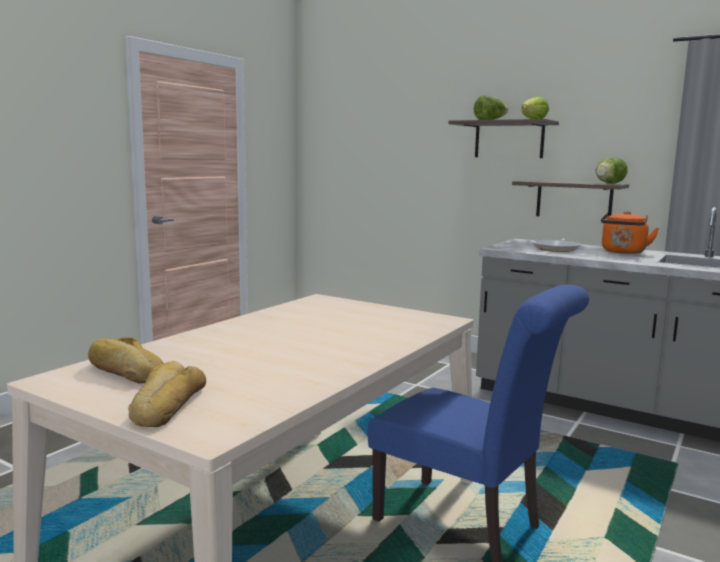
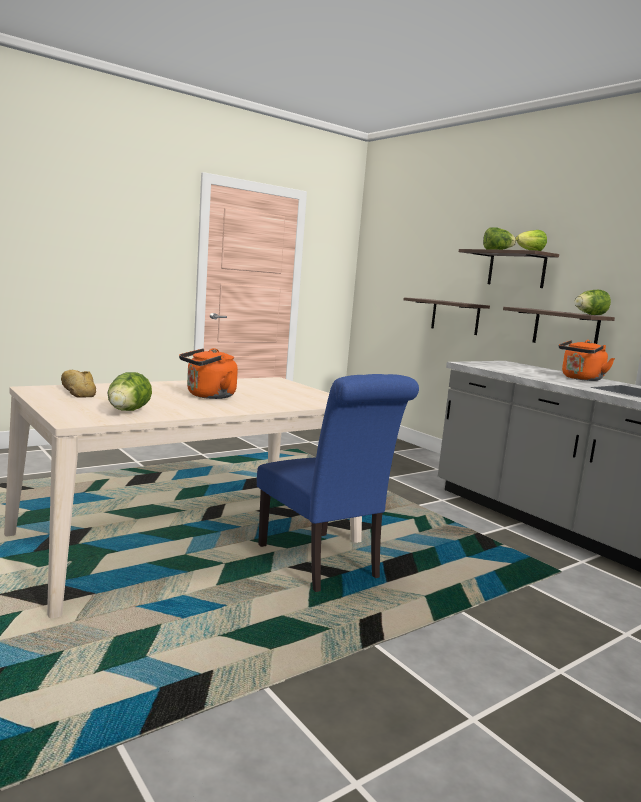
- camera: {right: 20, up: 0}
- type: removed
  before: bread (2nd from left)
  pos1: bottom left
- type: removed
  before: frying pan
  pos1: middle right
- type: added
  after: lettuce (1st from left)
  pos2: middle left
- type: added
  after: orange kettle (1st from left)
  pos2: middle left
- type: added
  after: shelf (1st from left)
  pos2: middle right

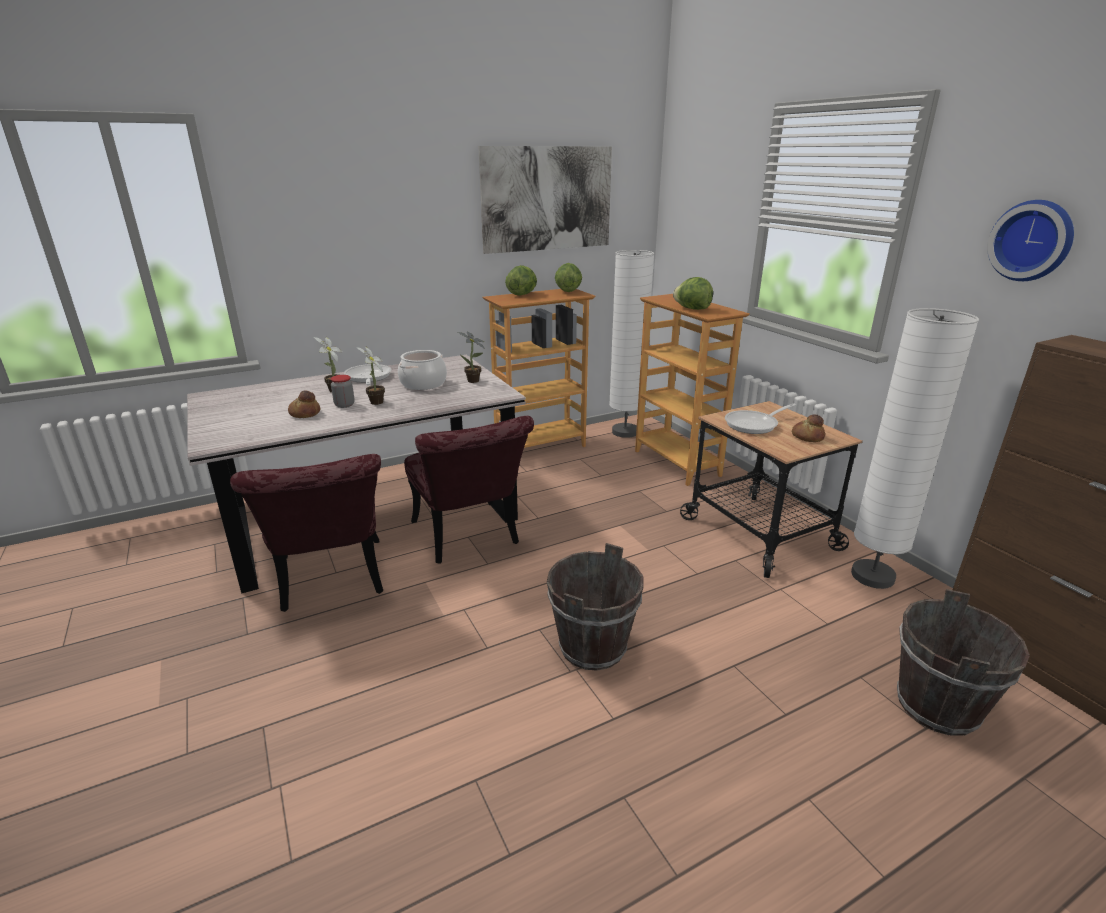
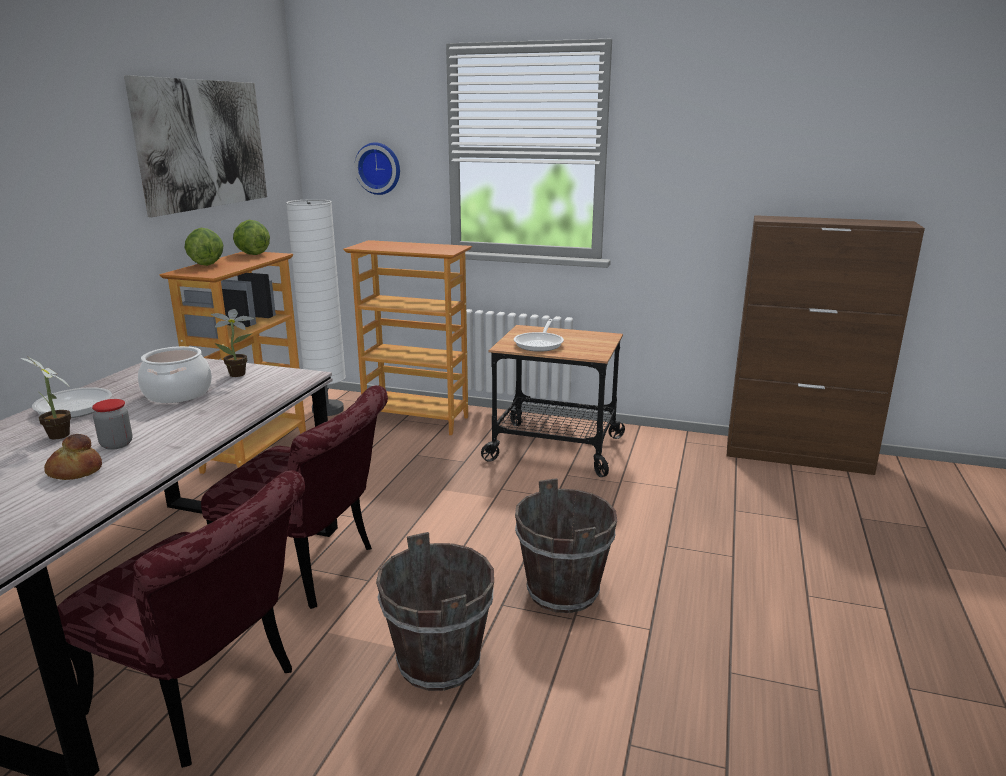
- camera: {right: -45, up: -5}
- type: removed
  before: potted plant (2nd from left)
  pos1: centre
- type: removed
  before: lettuce (3rd from left)
  pos1: top centre
- type: removed
  before: bread (2nd from left)
  pos1: middle right
- type: removed
  before: white floor lamp (2nd from left)
  pos1: middle right
- type: moved
  before: brown bucket (2nd from left in the first image)
  after: brown bucket (1st from left)
  pos1: bottom right
  pos2: bottom centre
- type: moved
  before: wall clock
  pos1: top right
  pos2: top centre

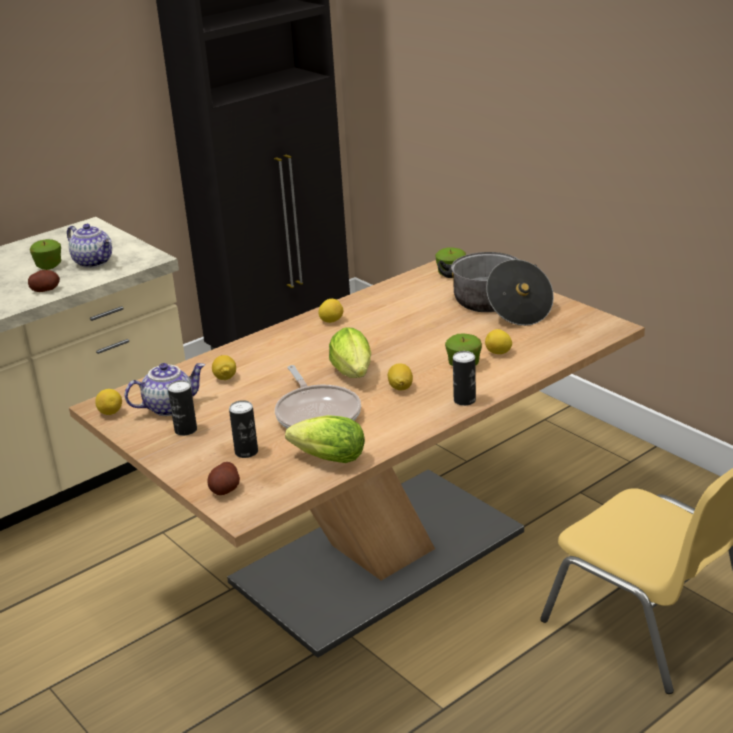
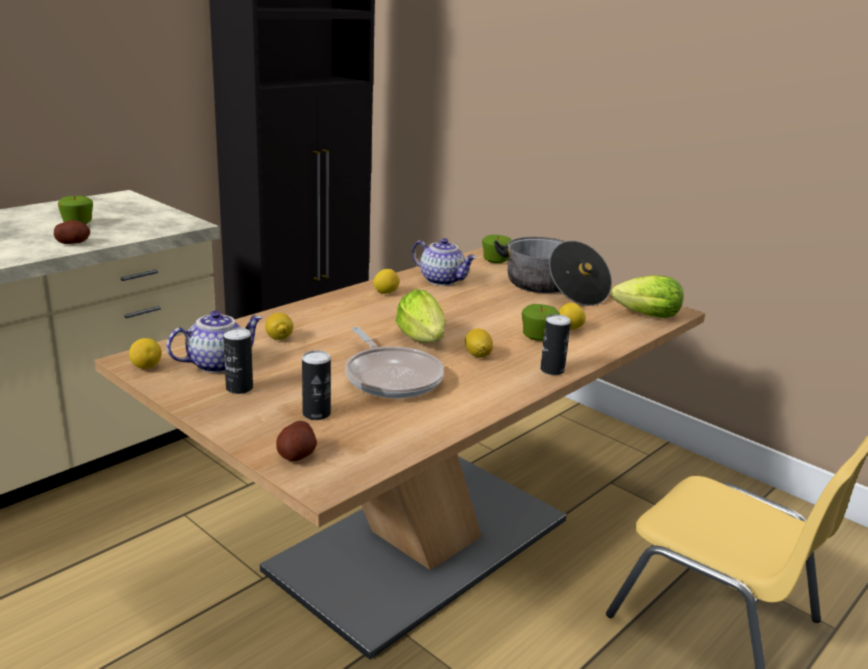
- camera: {right: -10, up: -5}
- type: moved
  before: teapot (1st from left in the first image)
  after: teapot (2nd from left)
  pos1: middle left
  pos2: centre
- type: moved
  before: lettuce (1st from left in the first image)
  after: lettuce (2nd from left)
  pos1: centre
  pos2: middle right

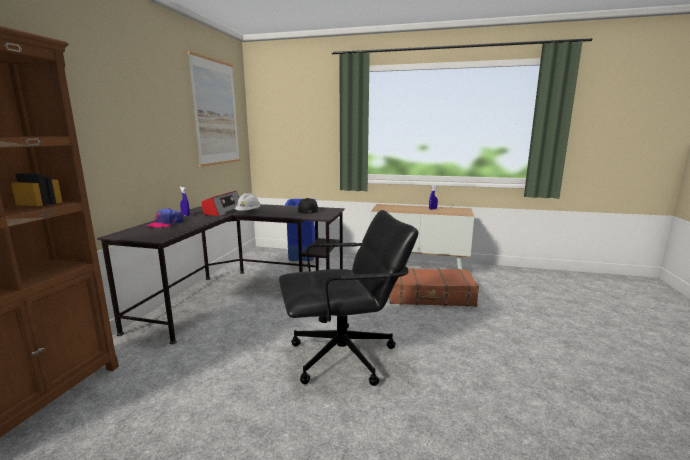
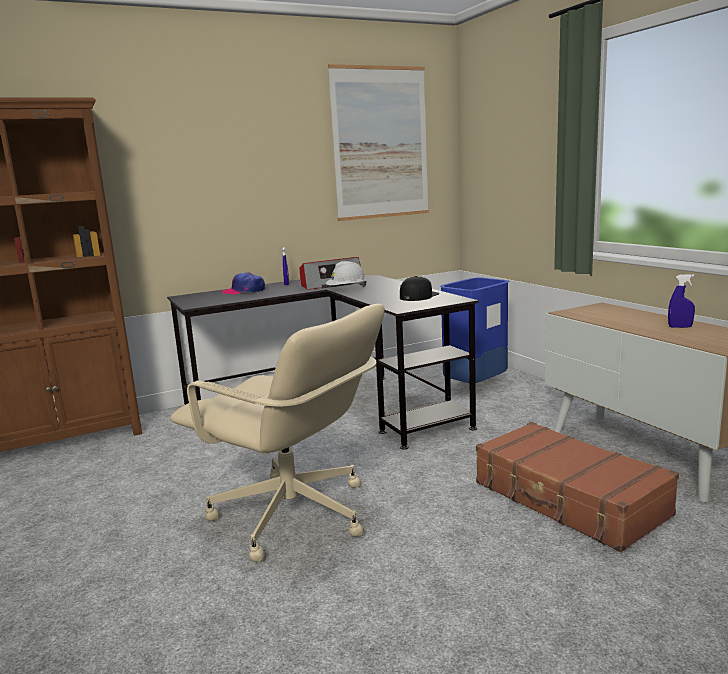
- camera: {right: 50, up: 0}
- type: recoloured
  before: black office chair
  after: beige office chair
  pos1: centre
  pos2: centre

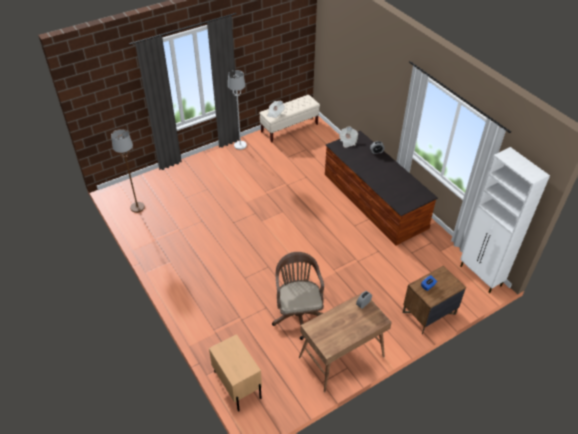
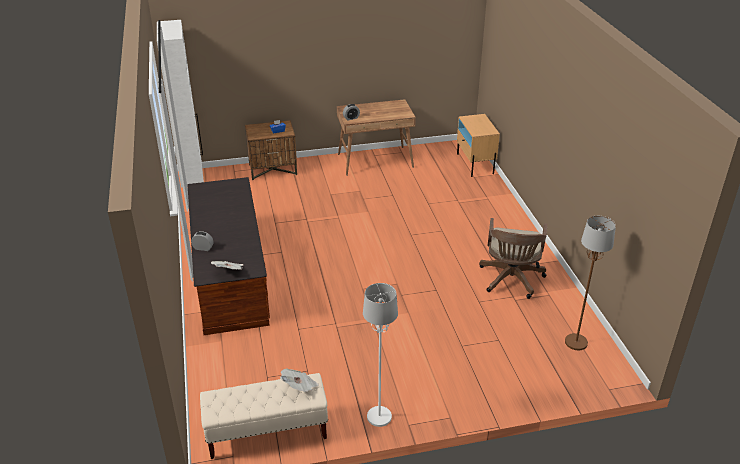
- camera: {right: -160, up: -10}
- type: moved
  before: brown office chair
  pos1: bottom centre
  pos2: middle right

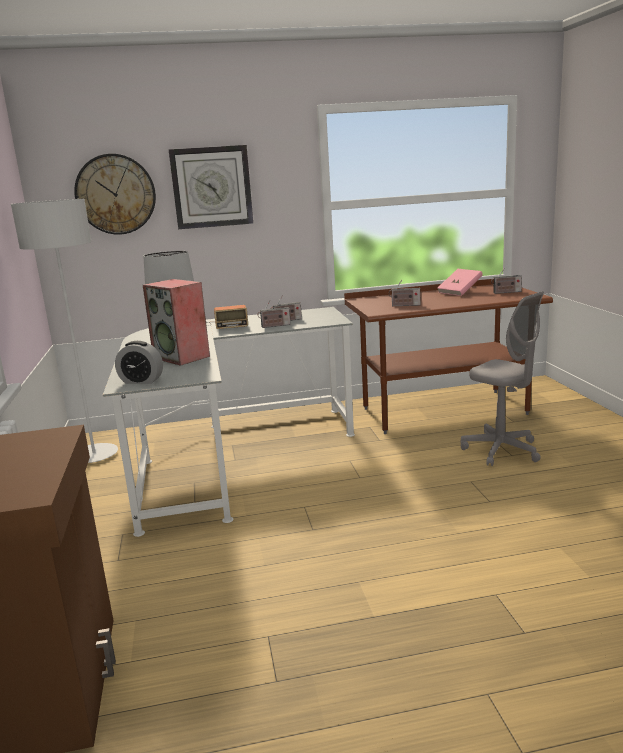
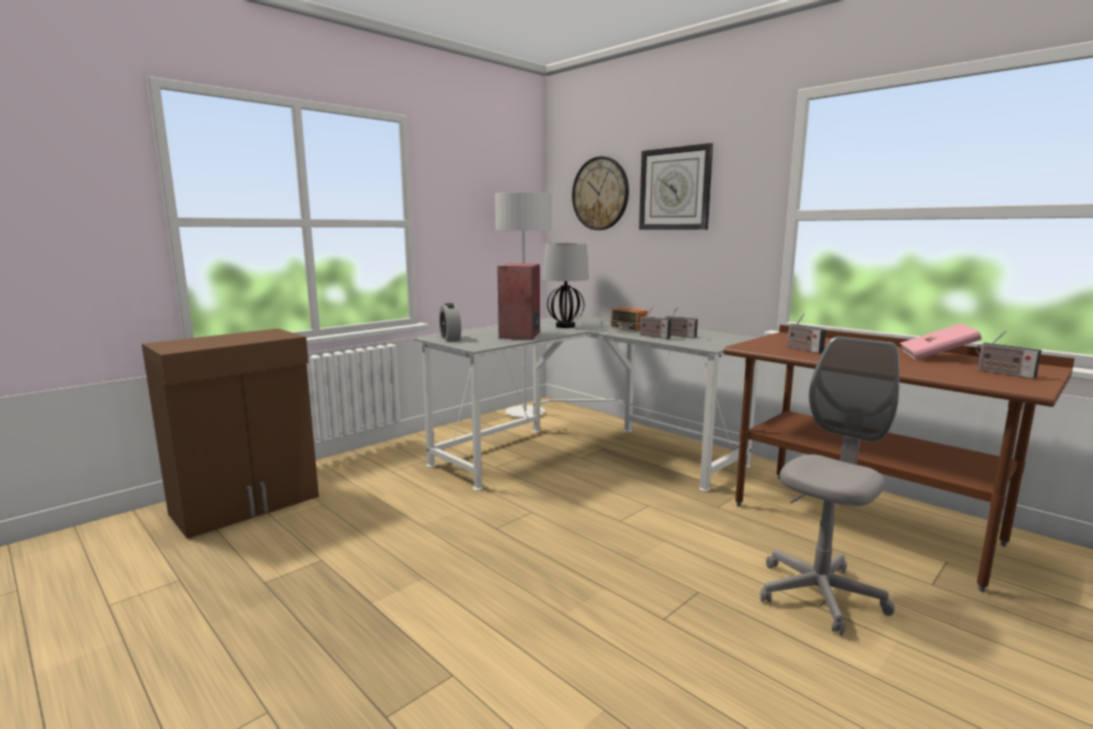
- camera: {right: 55, up: -5}
- type: turned
  before: grey office chair
  pos1: middle right
  pos2: middle right
  turn: -150

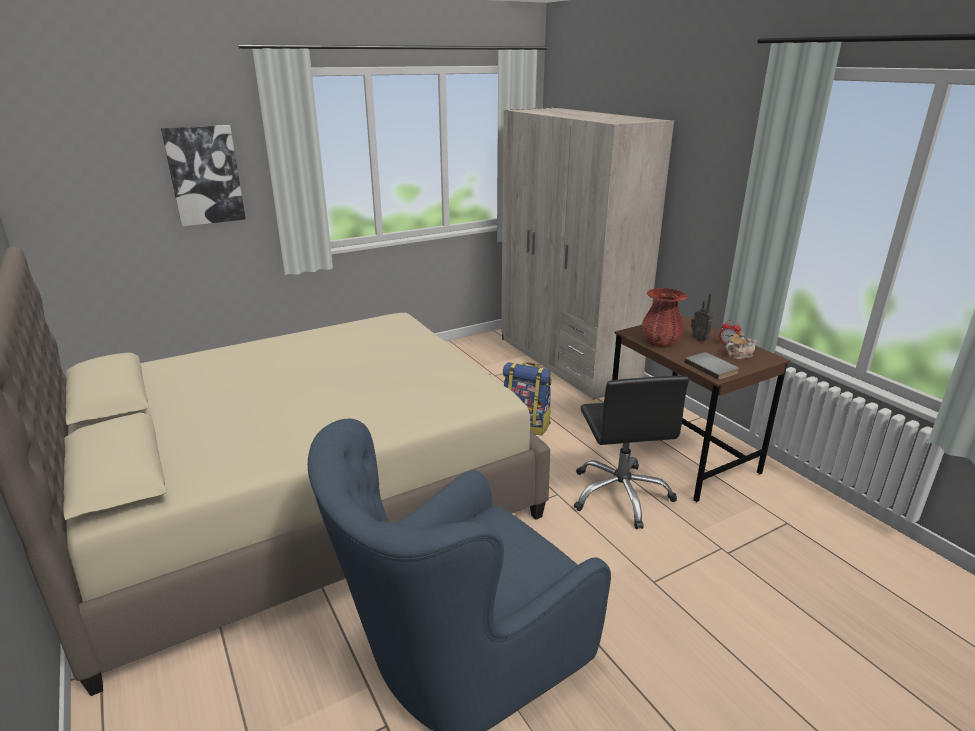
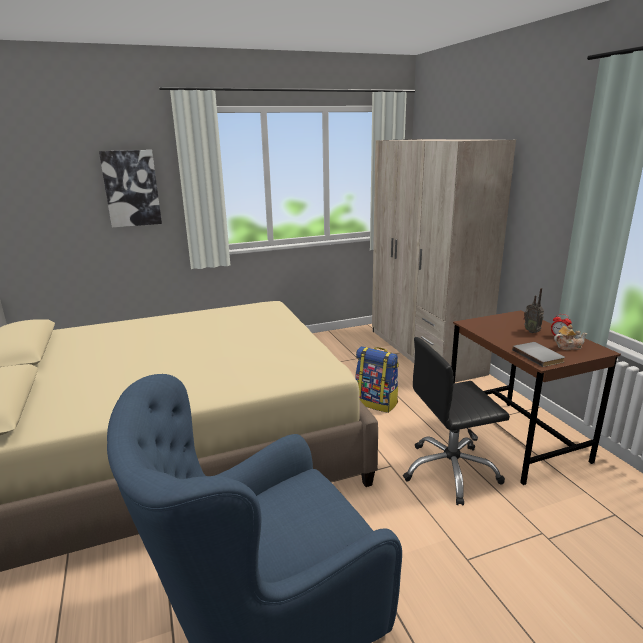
- camera: {right: 10, up: -5}
- type: turned
  before: black office chair
  pos1: centre
  pos2: middle right
  turn: 75
- type: removed
  before: red vase
  pos1: middle right

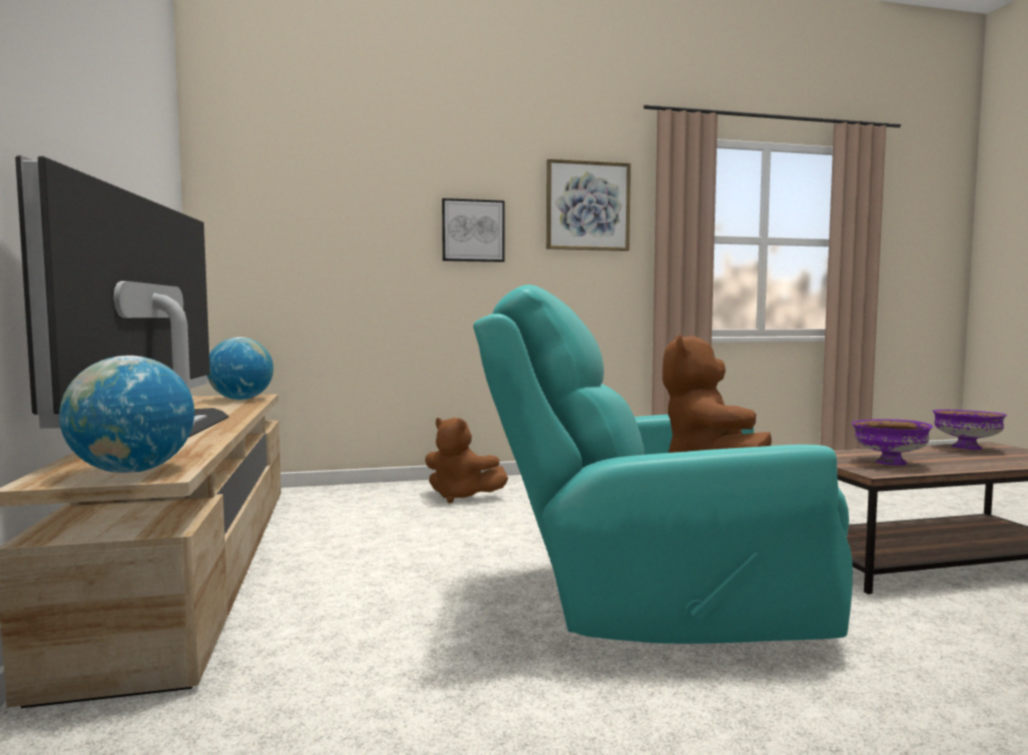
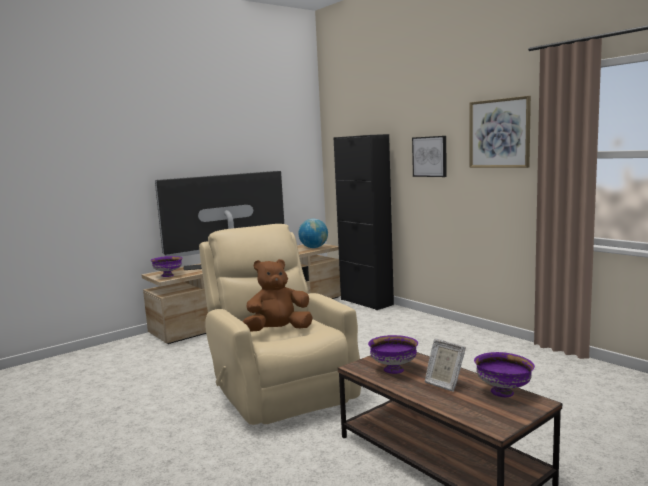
- camera: {right: 65, up: 5}
- type: replaced
  before: globe (1st from left)
  after: purple bowl (1st from left)
  pos1: middle left
  pos2: middle left
- type: removed
  before: brown plush toy (1st from left)
  pos1: centre
- type: recoloured
  before: turquoise armchair
  after: beige armchair
  pos1: centre
  pos2: bottom centre
- type: added
  after: black cabinet
  pos2: centre
- type: added
  after: picture frame
  pos2: bottom right

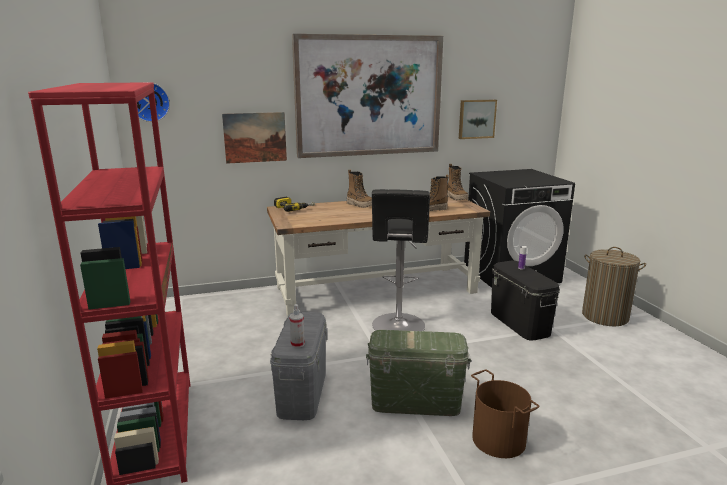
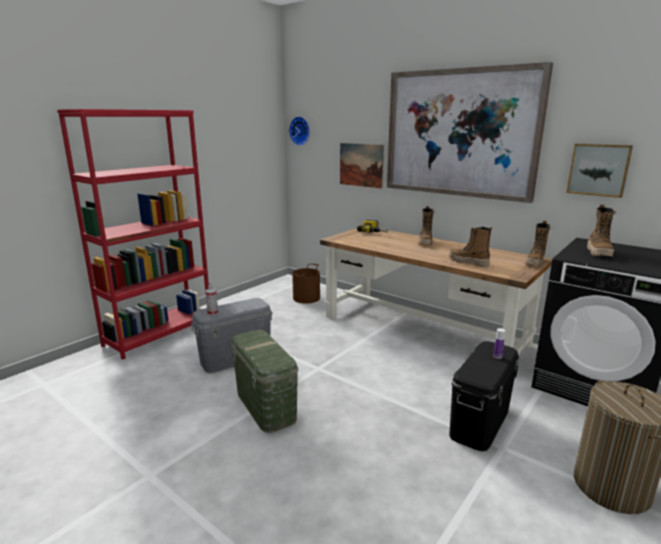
- camera: {right: 55, up: 0}
- type: removed
  before: black stool
  pos1: centre
- type: moved
  before: brown bucket
  pos1: bottom right
  pos2: centre
- type: added
  after: boot (4th from left)
  pos2: middle right

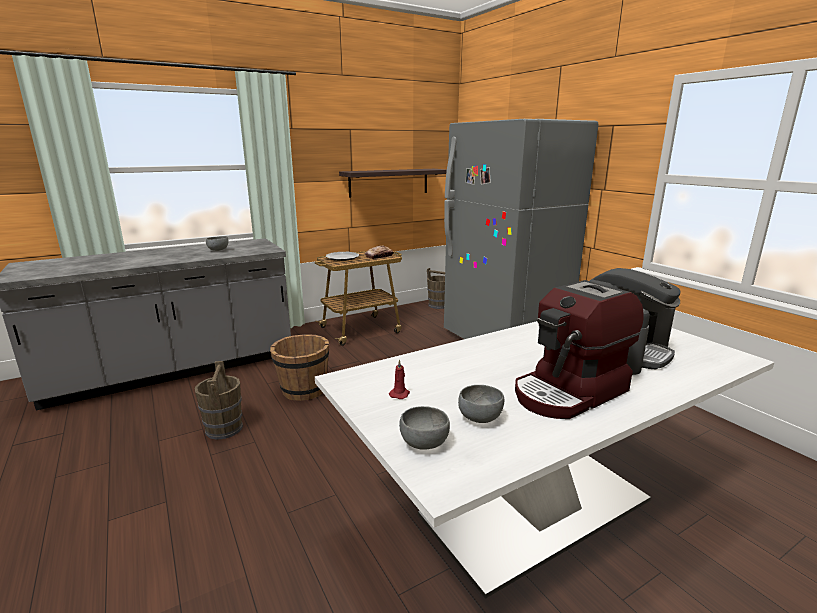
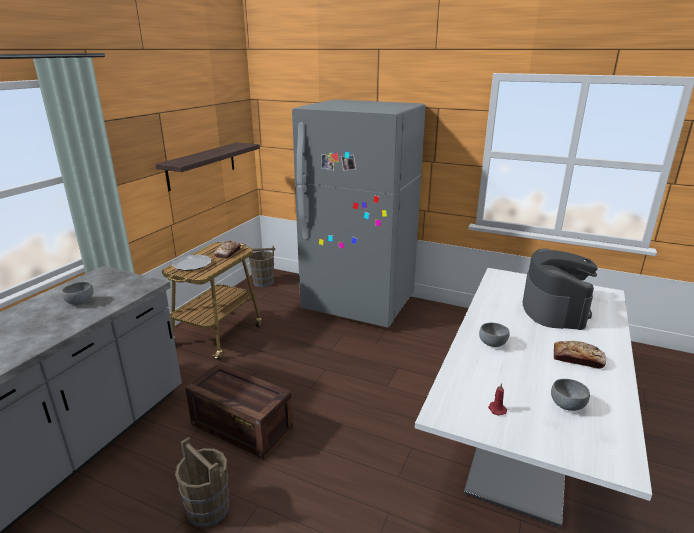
- camera: {right: -35, up: 5}
- type: replaced
  before: brown bucket (2nd from left)
  after: crate
  pos1: centre
  pos2: bottom centre
- type: moved
  before: grey bowl (2nd from left)
  pos1: bottom centre
  pos2: middle right
- type: replaced
  before: coffee machine (1st from left)
  after: bread (2nd from left)
  pos1: middle right
  pos2: middle right

